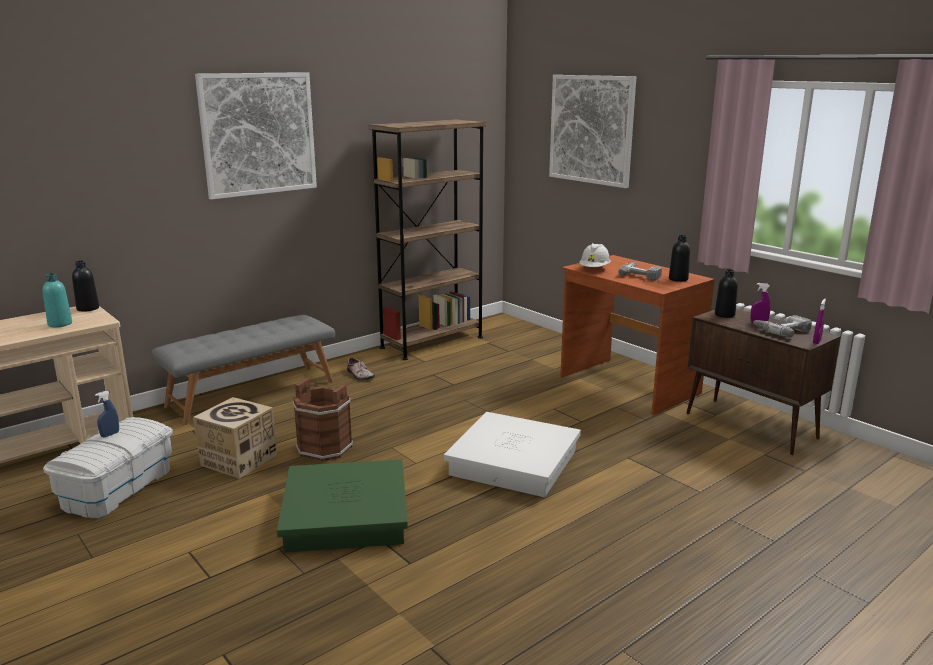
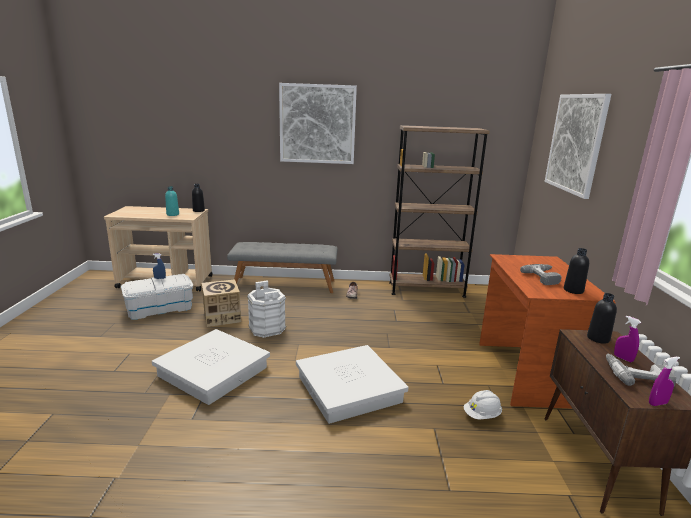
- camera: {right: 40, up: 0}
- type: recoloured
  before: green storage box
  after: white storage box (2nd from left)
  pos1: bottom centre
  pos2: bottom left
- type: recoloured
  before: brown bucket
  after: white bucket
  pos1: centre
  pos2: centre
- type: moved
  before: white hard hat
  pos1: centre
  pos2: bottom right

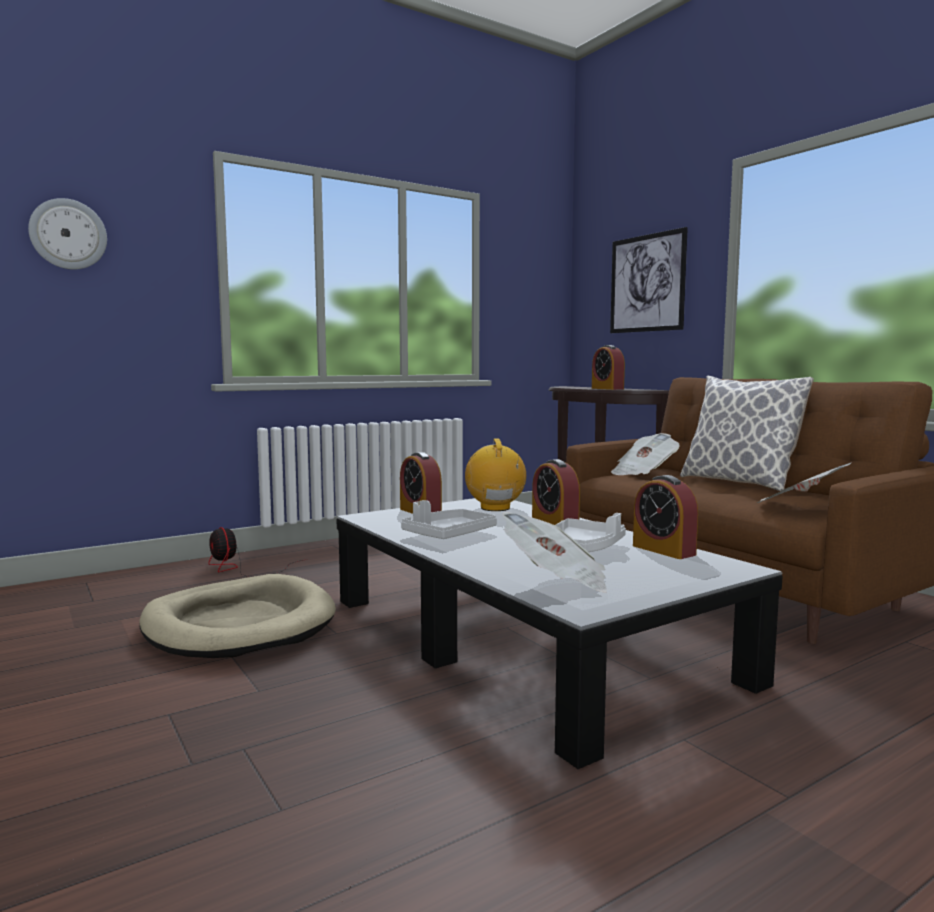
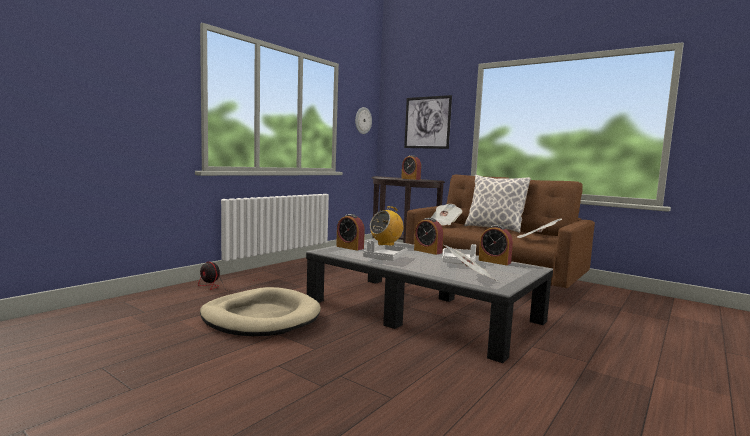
- camera: {right: -20, up: 0}
- type: moved
  before: wall clock
  pos1: top left
  pos2: top centre
- type: turned
  before: radio
  pos1: centre
  pos2: centre
  turn: -105

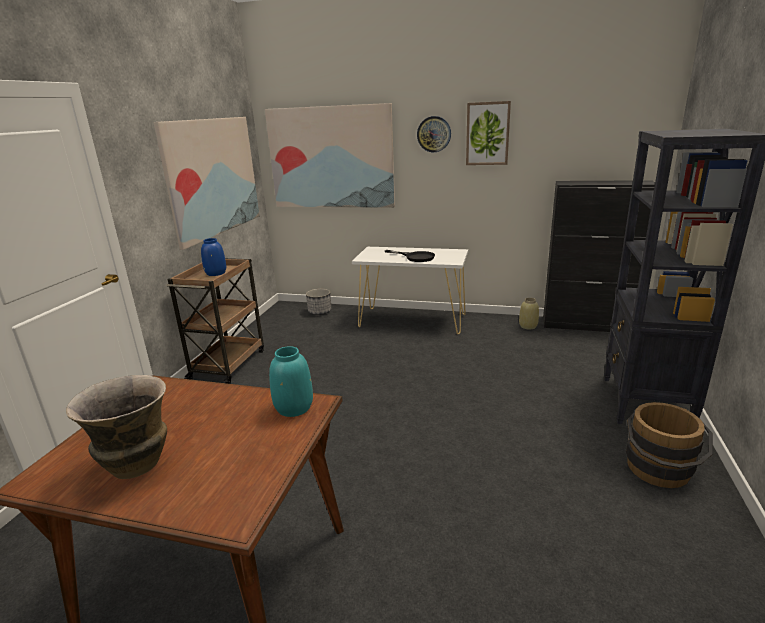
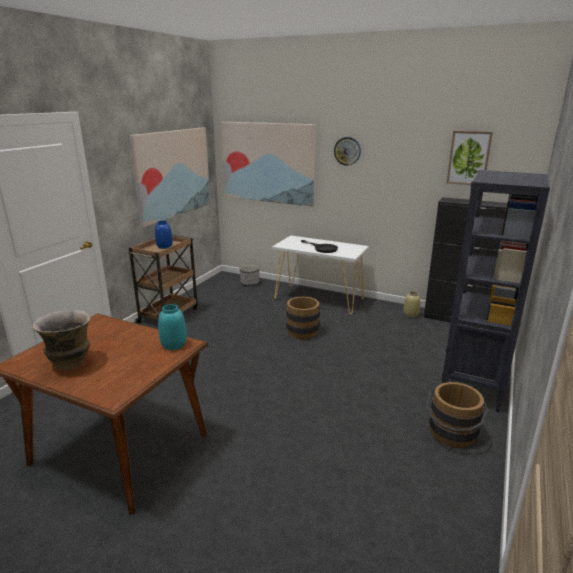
- camera: {right: 10, up: 0}
- type: moved
  before: picture (3rd from left)
  pos1: top centre
  pos2: top right
- type: added
  after: brown bucket (1st from left)
  pos2: centre

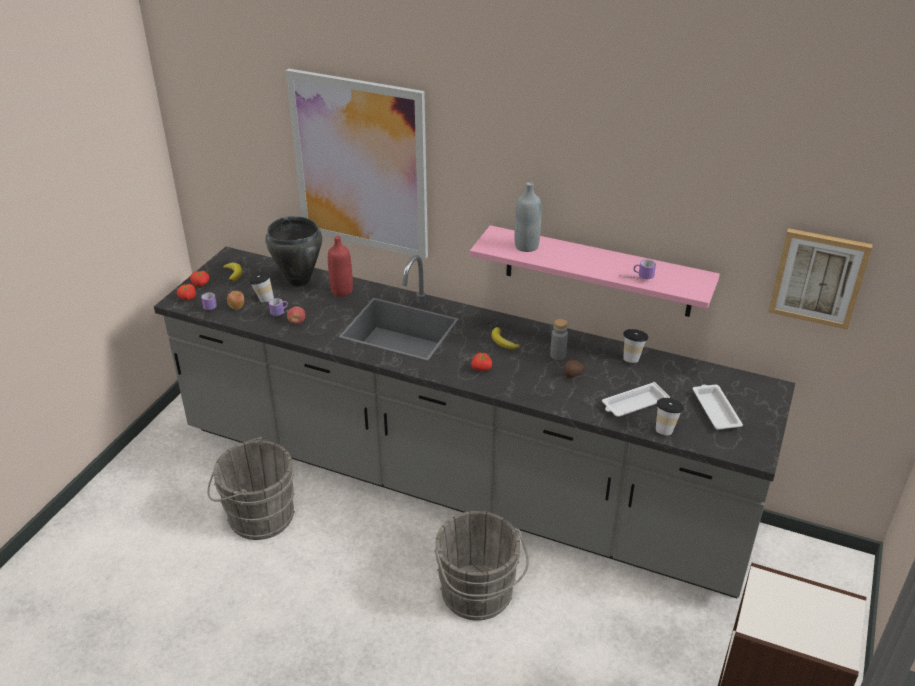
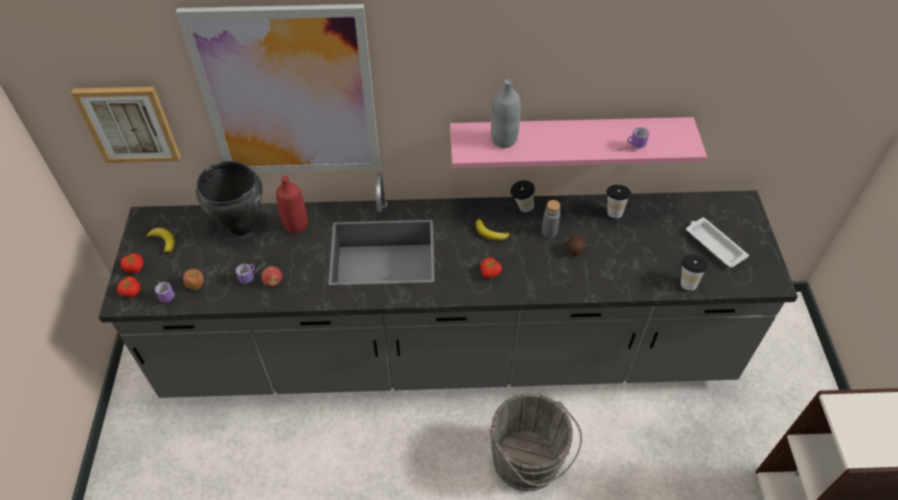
- camera: {right: -25, up: 15}
- type: removed
  before: grey bucket (1st from left)
  pos1: bottom left
- type: moved
  before: cup (1st from left)
  pos1: middle left
  pos2: centre
- type: removed
  before: white tray (1st from left)
  pos1: middle right
- type: moved
  before: picture (2nd from left in the first image)
  after: picture (1st from left)
  pos1: middle right
  pos2: top left

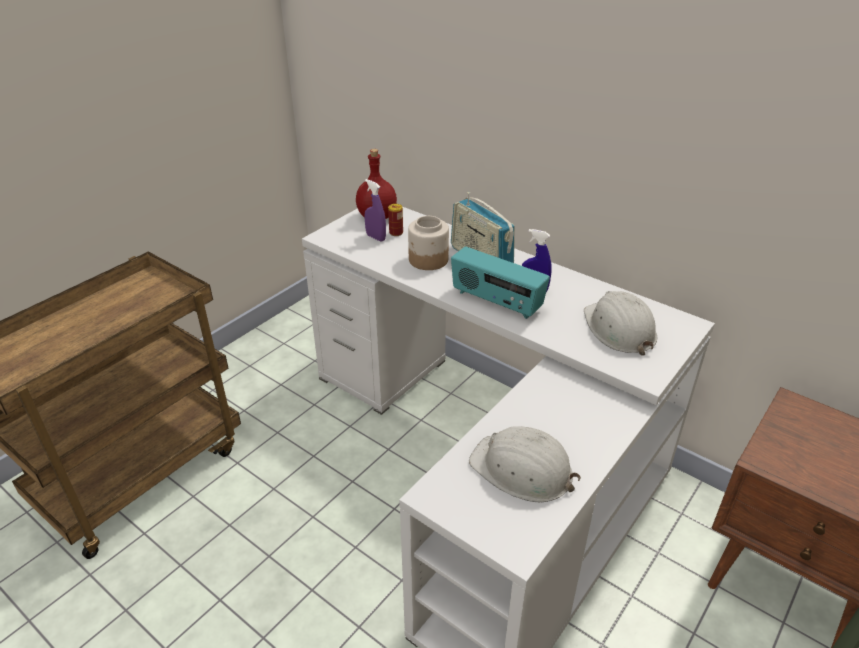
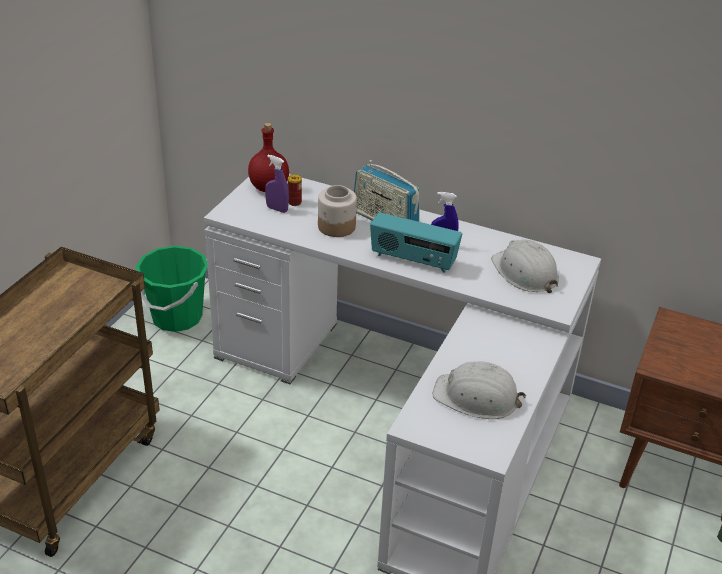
- camera: {right: -15, up: 0}
- type: added
  after: green bucket
  pos2: middle left

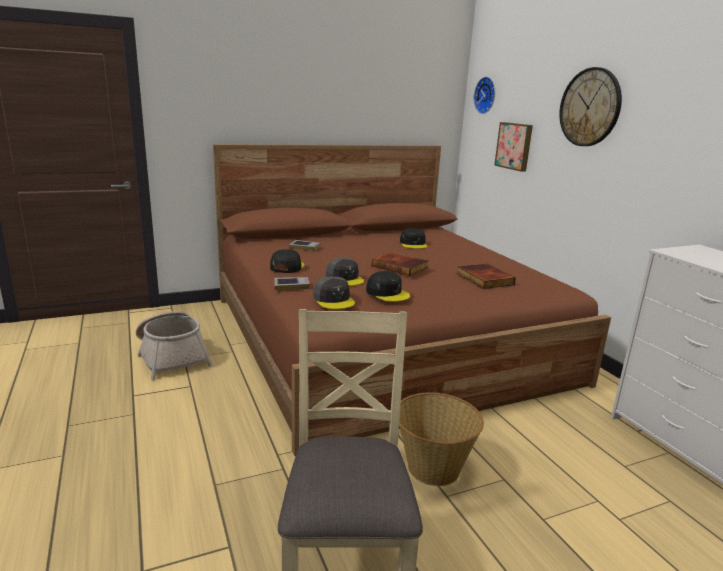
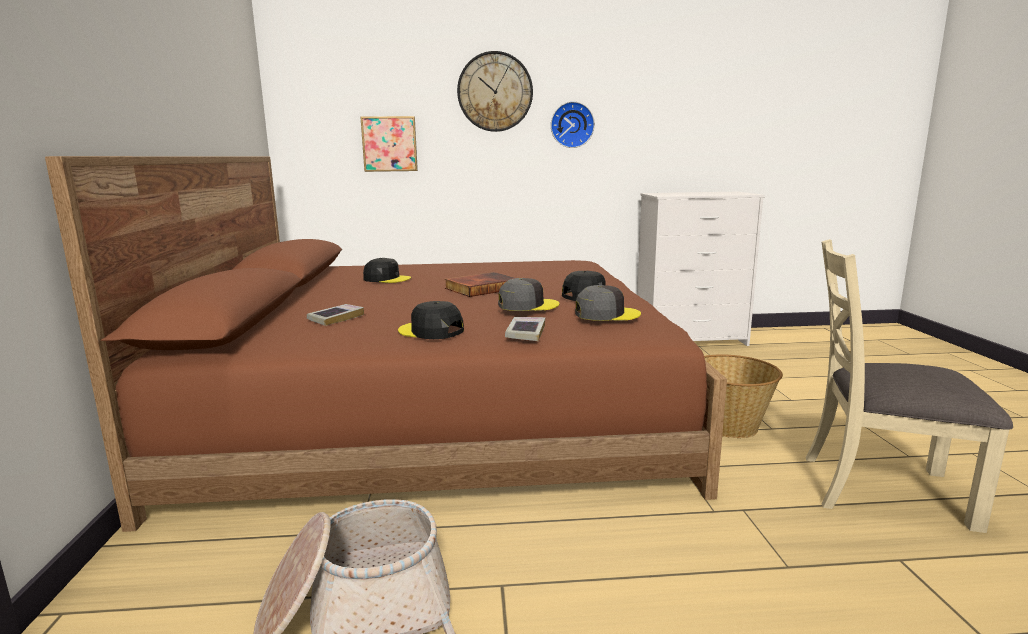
- camera: {right: -70, up: -5}
- type: removed
  before: book (4th from left)
  pos1: middle right
- type: moved
  before: wall clock (1st from left in the first image)
  after: wall clock (2nd from left)
  pos1: top right
  pos2: top centre

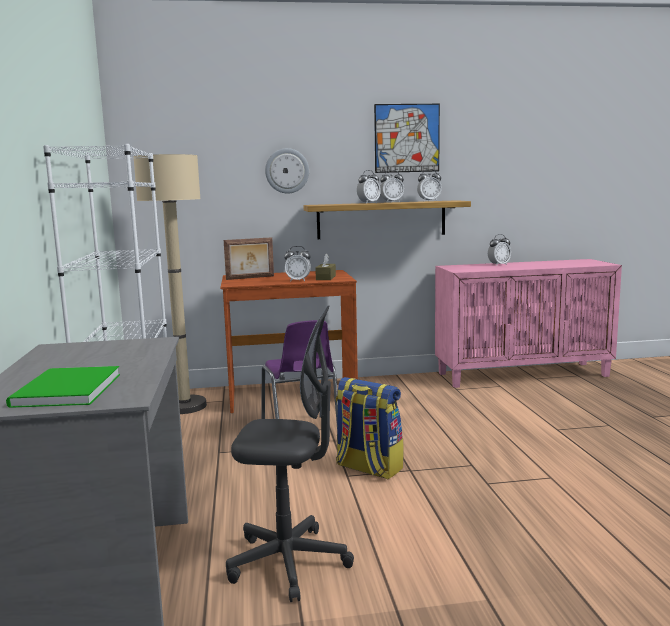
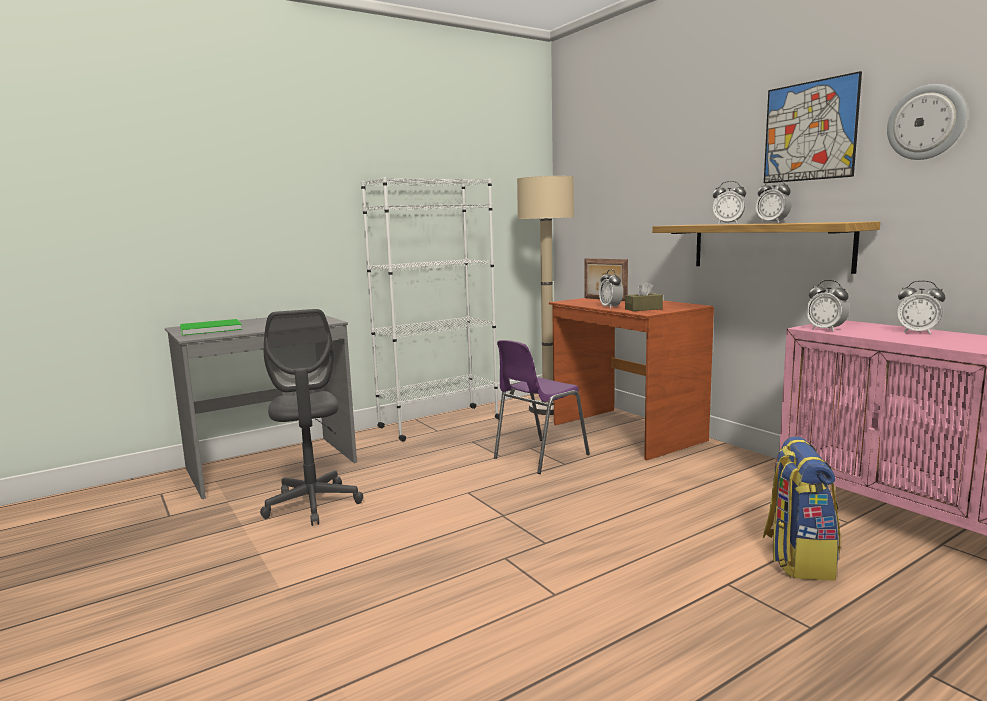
- camera: {right: 65, up: 0}
- type: moved
  before: wall clock
  pos1: top centre
  pos2: top right
- type: moved
  before: backpack
  pos1: bottom centre
  pos2: bottom right
- type: moved
  before: alarm clock (4th from left)
  pos1: top centre
  pos2: middle right

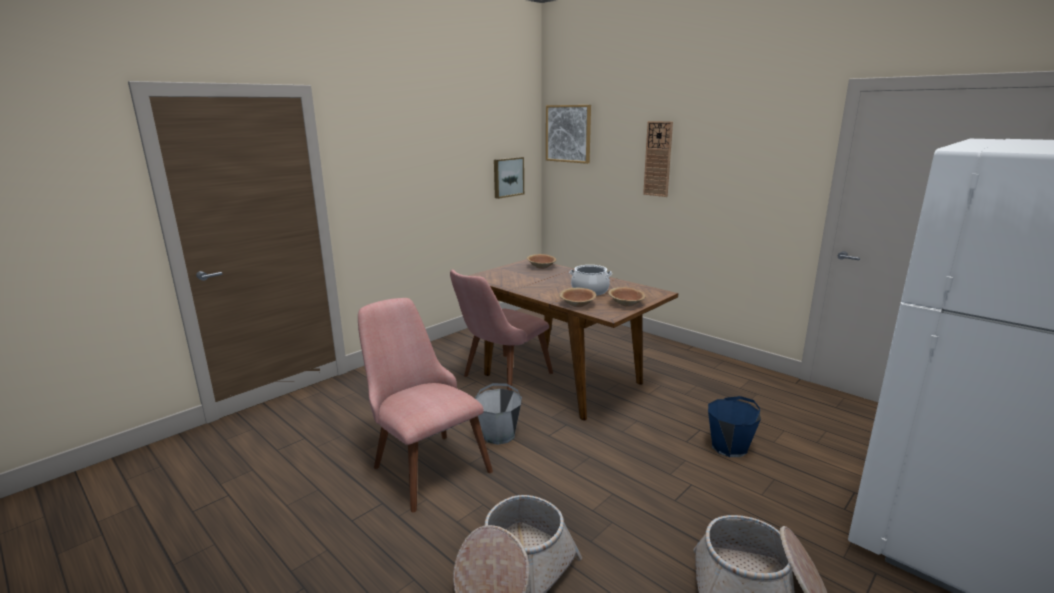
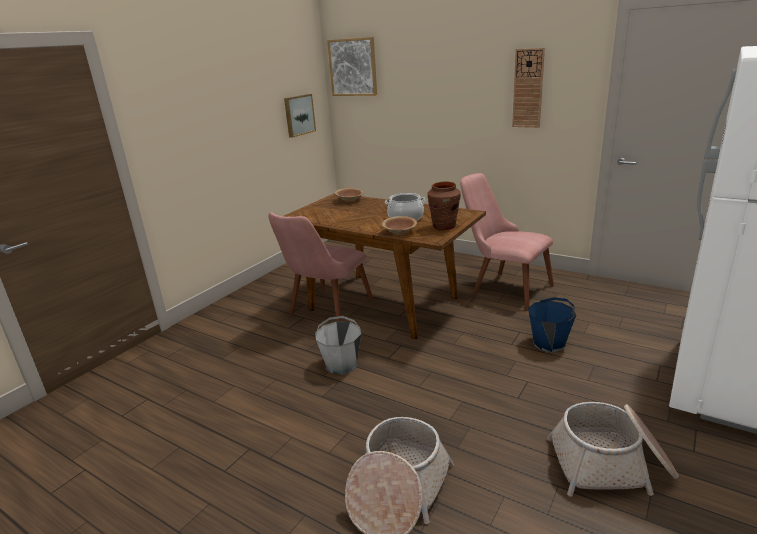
- camera: {right: -10, up: 5}
- type: moved
  before: pink chair (1st from left in the first image)
  after: pink chair (2nd from left)
  pos1: bottom centre
  pos2: middle right
- type: replaced
  before: brown bowl (3rd from left)
  after: brown vase
  pos1: centre
  pos2: centre
- type: moved
  before: wall clock
  pos1: top centre
  pos2: top right

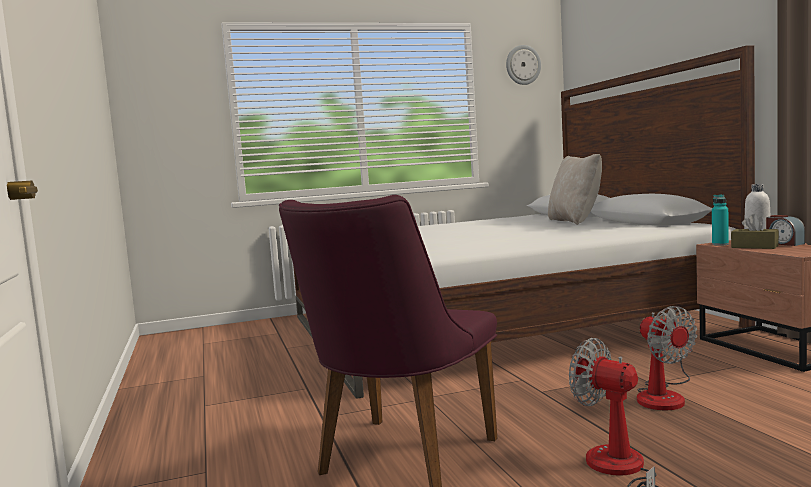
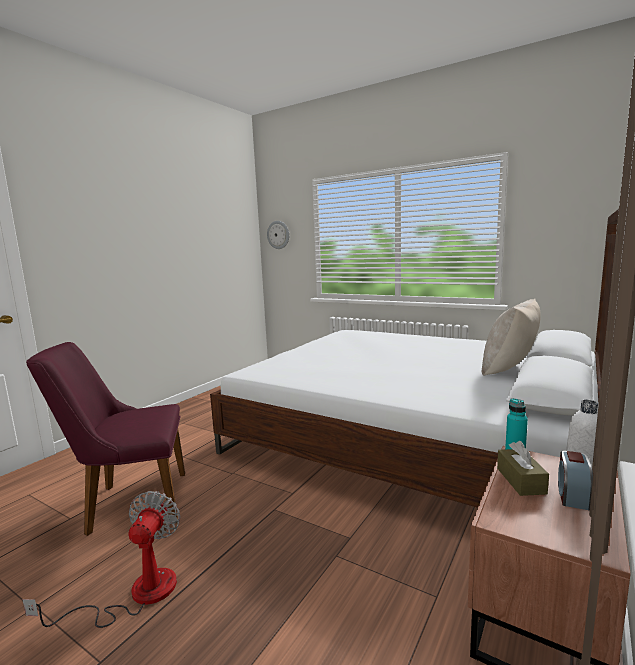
- camera: {right: 50, up: 5}
- type: moved
  before: wall clock
  pos1: top centre
  pos2: centre
- type: removed
  before: fan (2nd from left)
  pos1: bottom right

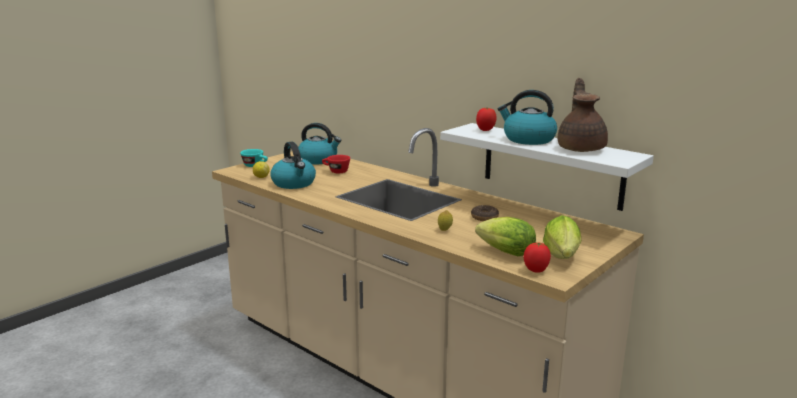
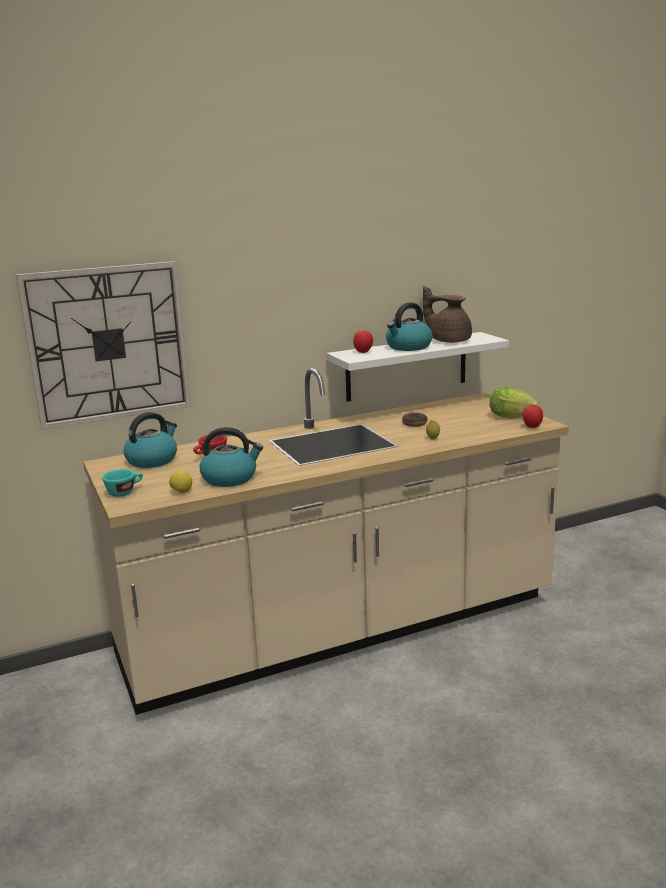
- camera: {right: -65, up: 0}
- type: removed
  before: lettuce (1st from left)
  pos1: centre
- type: added
  after: wall clock
  pos2: middle left

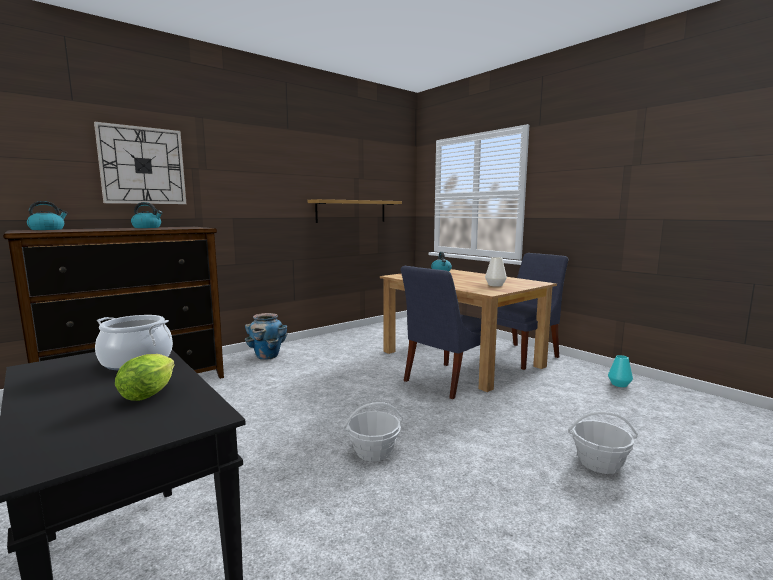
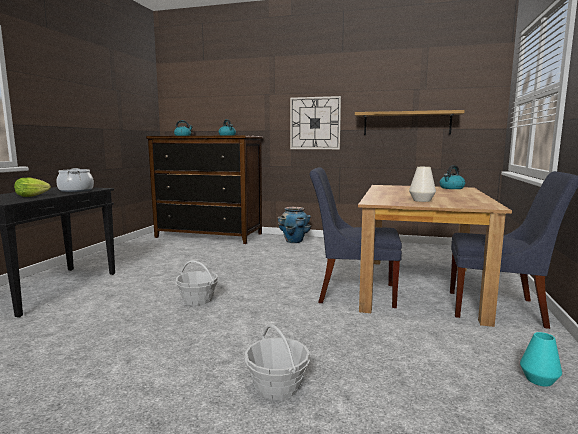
- camera: {right: 55, up: 0}
- type: moved
  before: wall clock
  pos1: top left
  pos2: top centre

